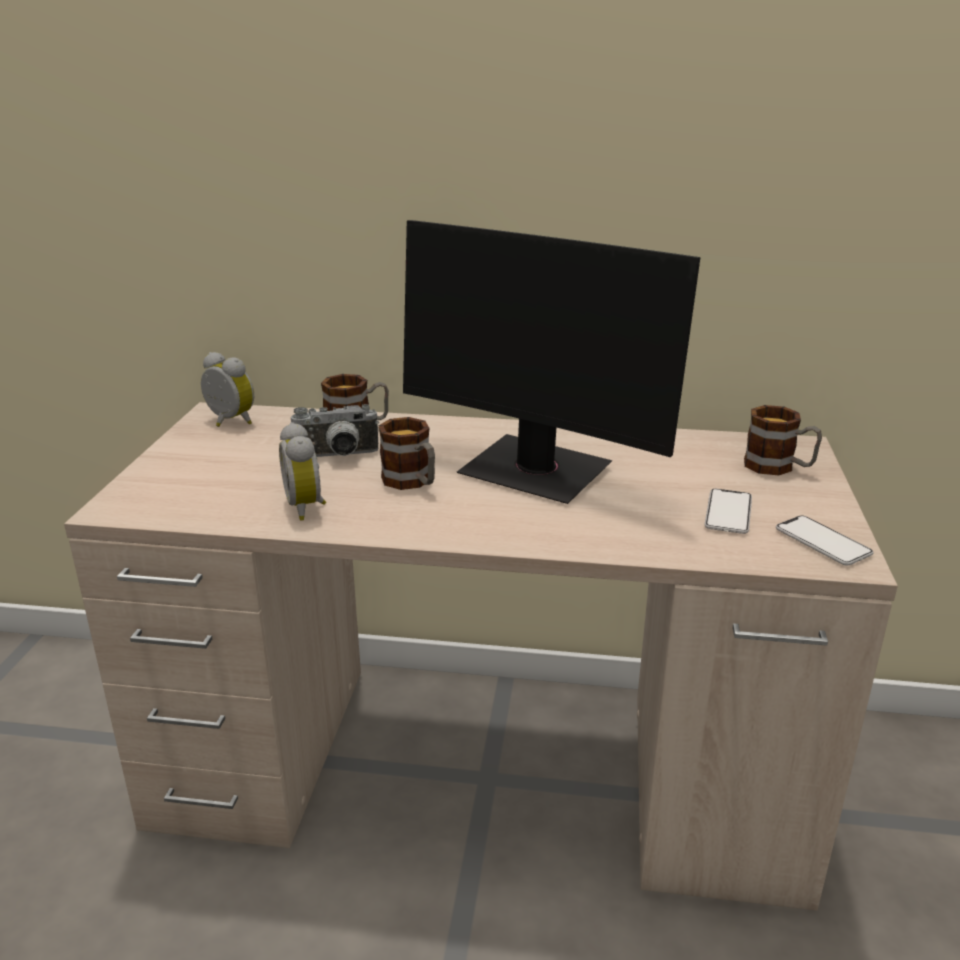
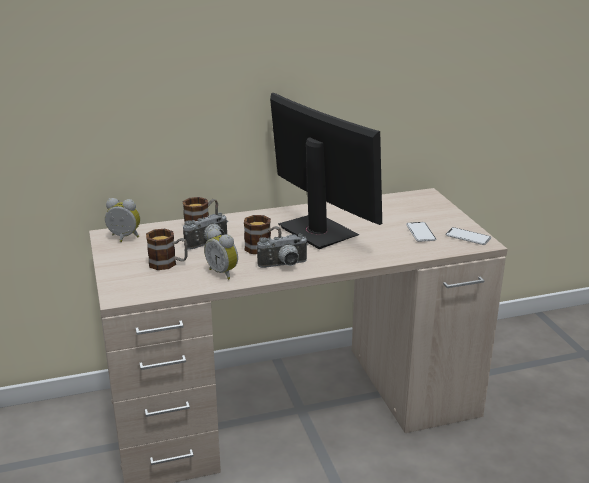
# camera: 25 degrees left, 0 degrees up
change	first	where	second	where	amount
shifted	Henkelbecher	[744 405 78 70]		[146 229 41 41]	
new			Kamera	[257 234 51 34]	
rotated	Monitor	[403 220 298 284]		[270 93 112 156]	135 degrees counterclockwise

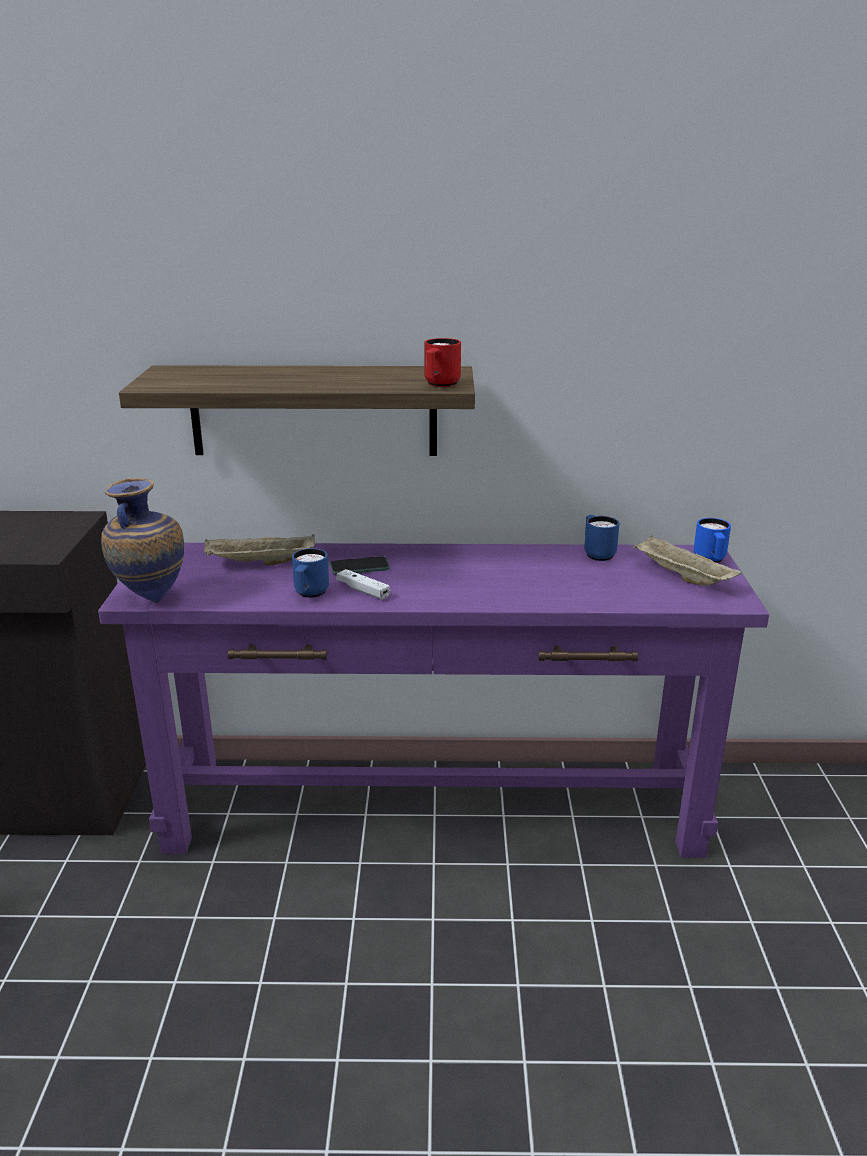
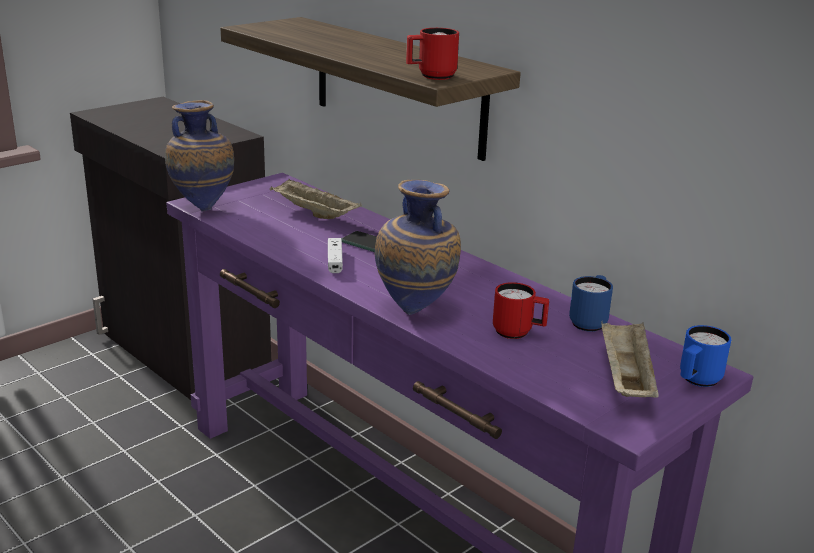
# camera: 45 degrees right, 0 degrees up
change	first	where	second	where	amount
new			Vase	[375 180 86 135]	
new			Henkelbecher [rot]	[493 282 56 57]	
gone	Henkelbecher [blau]	[292 548 37 50]			

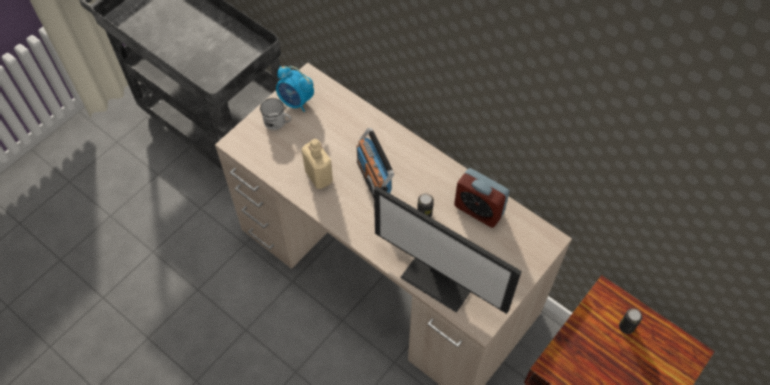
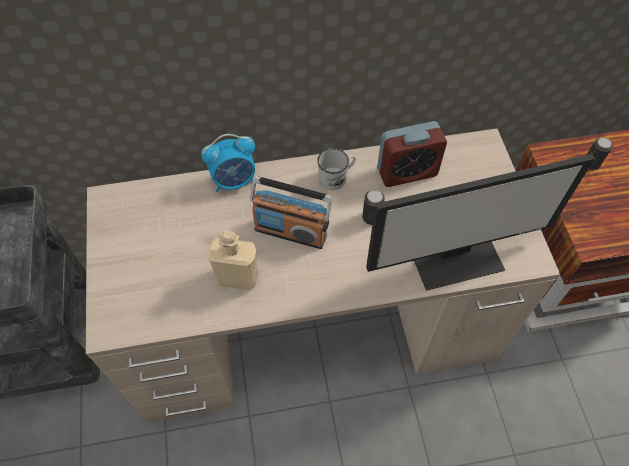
# camera: 50 degrees left, 0 degrees up
change	first	where	second	where	amount
shifted	Wecker	[276 66 38 46]		[201 134 54 58]	
shifted	Henkelbecher [weiß]	[260 98 31 32]		[317 148 39 42]	

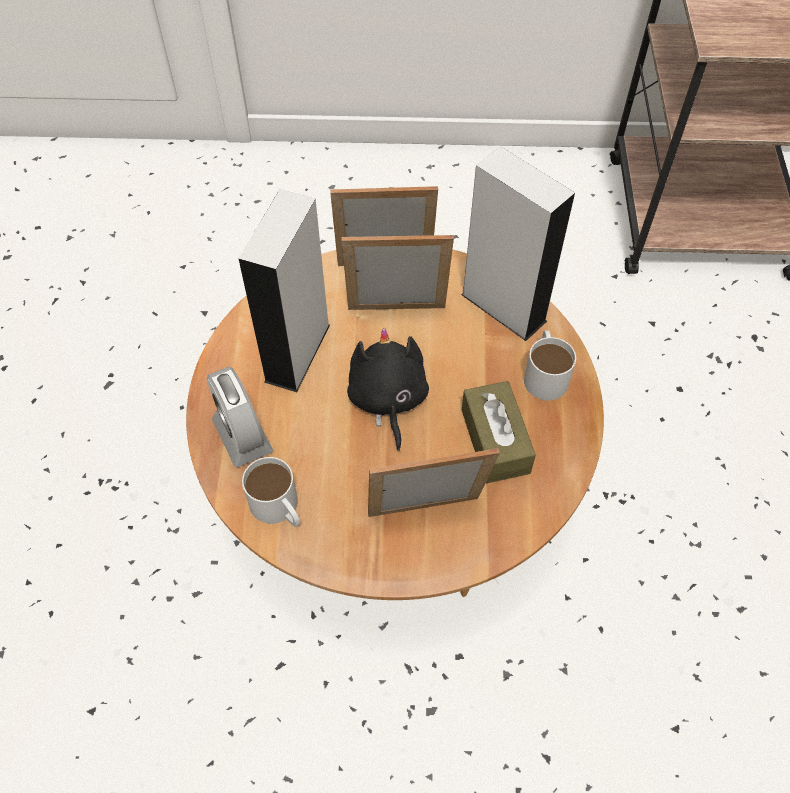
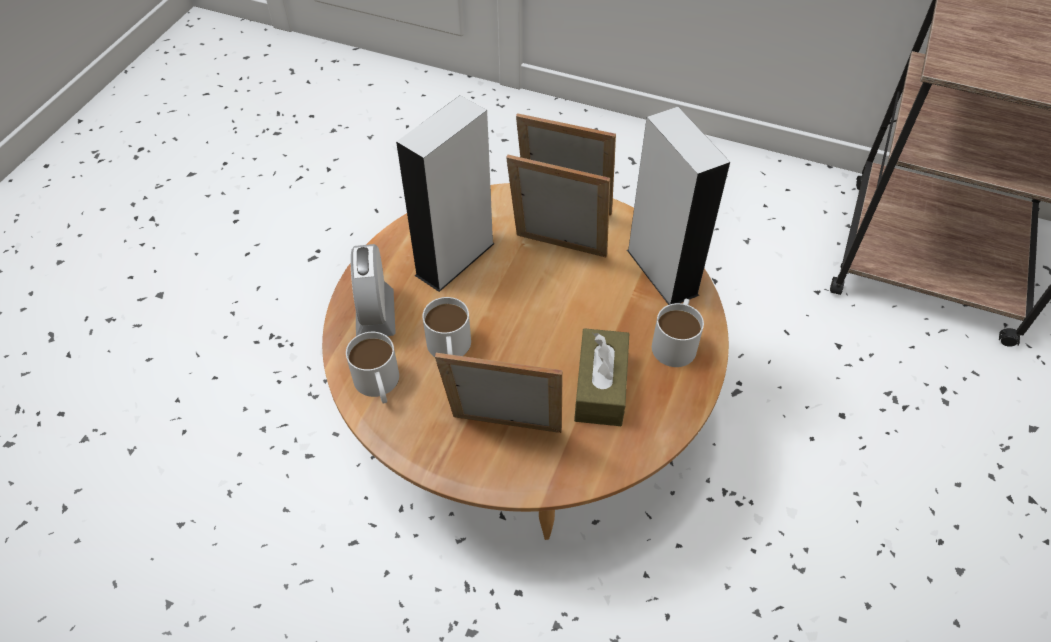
# camera: 20 degrees right, 5 degrees down
change	first	where	second	where	amount
new			Henkelbecher [weiß]	[422 297 49 60]	
gone	Plüschtier [schwarz]	[347 328 82 123]			

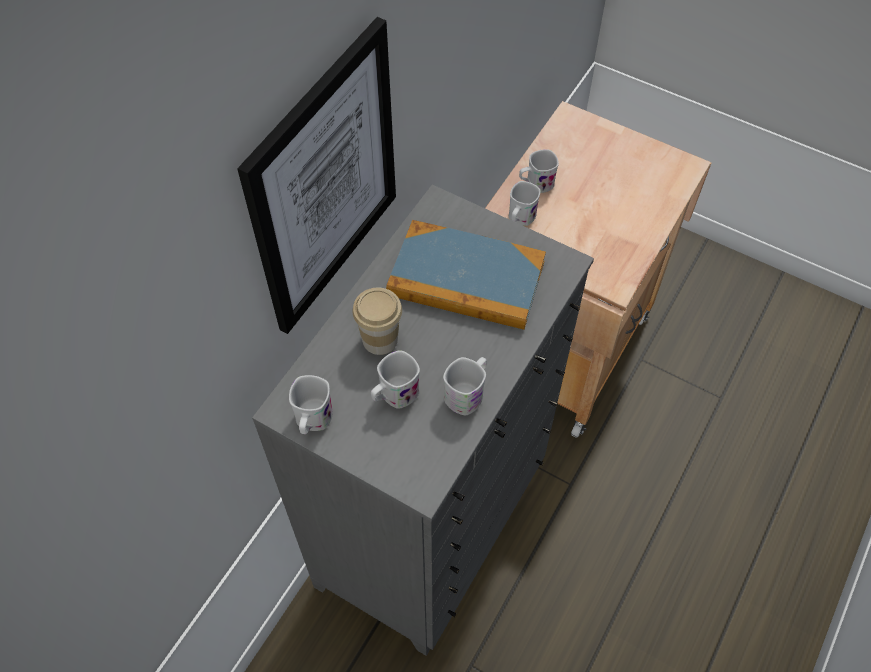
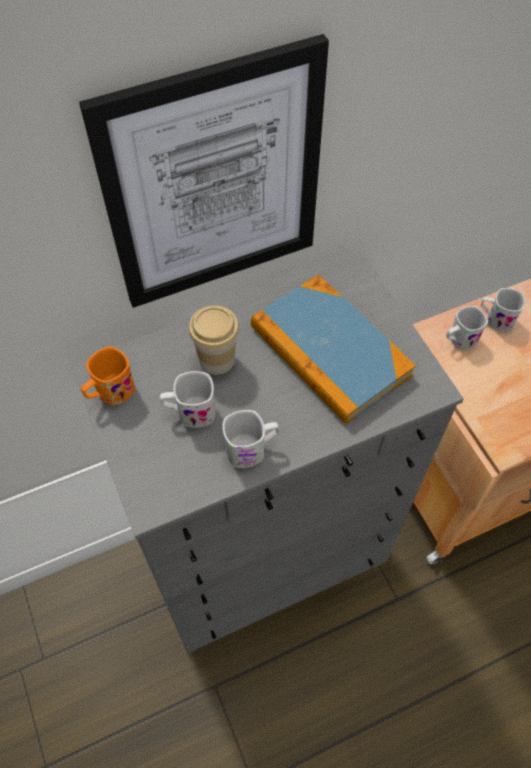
# camera: 35 degrees right, 0 degrees up
change	first	where	second	where	amount
repainted	Henkelbecher [weiß]	[289 375 44 59]	Henkelbecher [orange]	[81 346 54 60]	

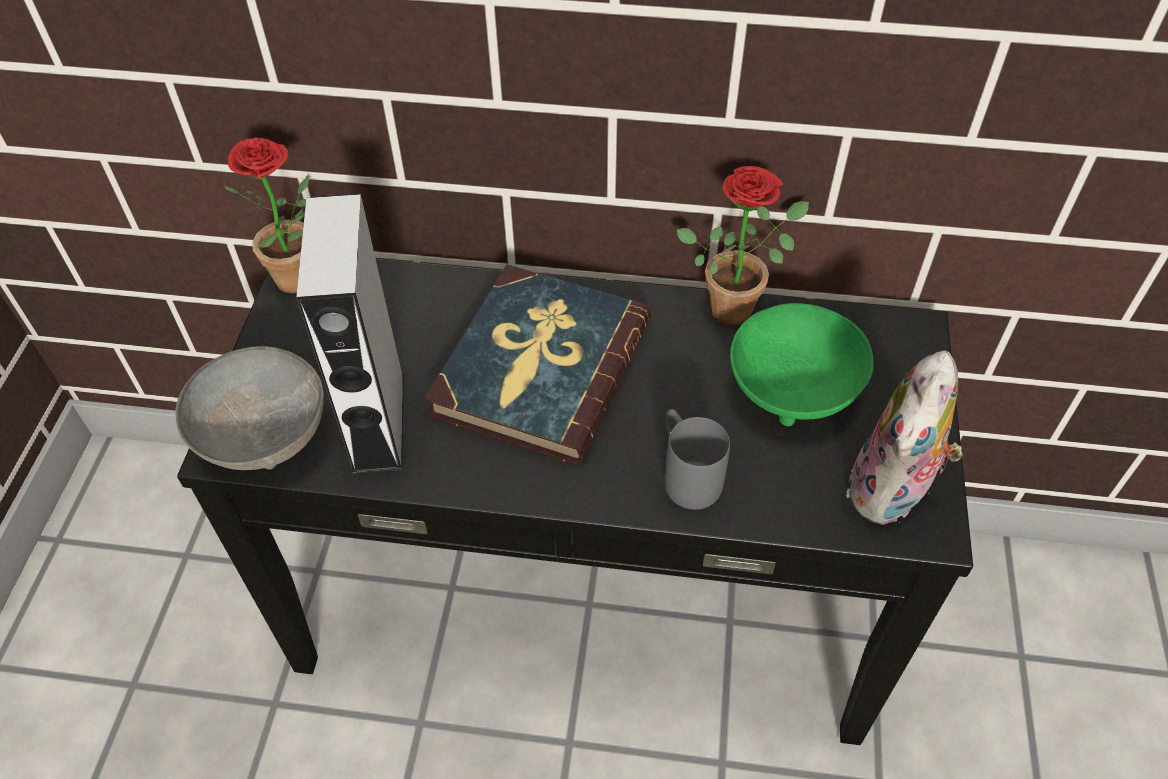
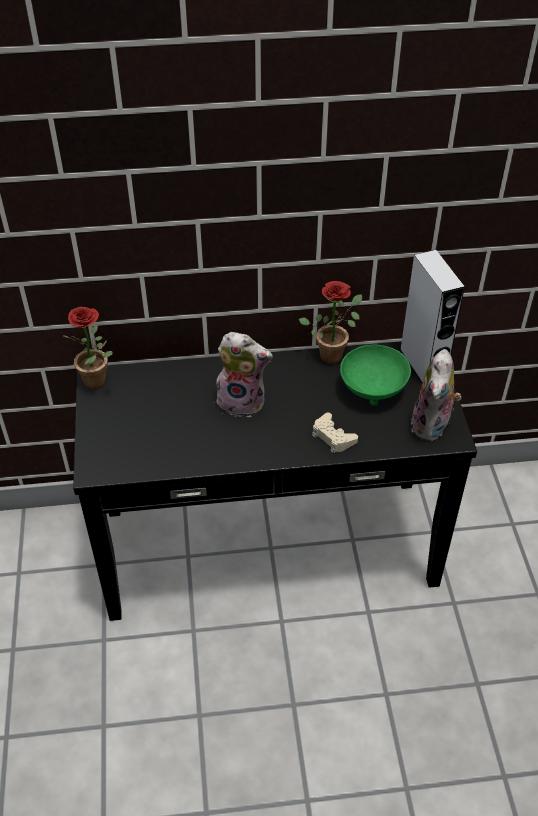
# camera: 15 degrees left, 5 degrees down
change	first	where	second	where	amount
swapped	Buch	[424 264 227 201]	Plüschtier	[216 332 57 85]	
swapped	Henkelbecher [grau]	[665 409 65 101]	Gamepad [beige]	[312 413 46 40]	
shifted	Lautsprecher [grau]	[296 194 108 280]		[400 250 65 133]	
gone	Schüssel [grau]	[175 346 149 124]			

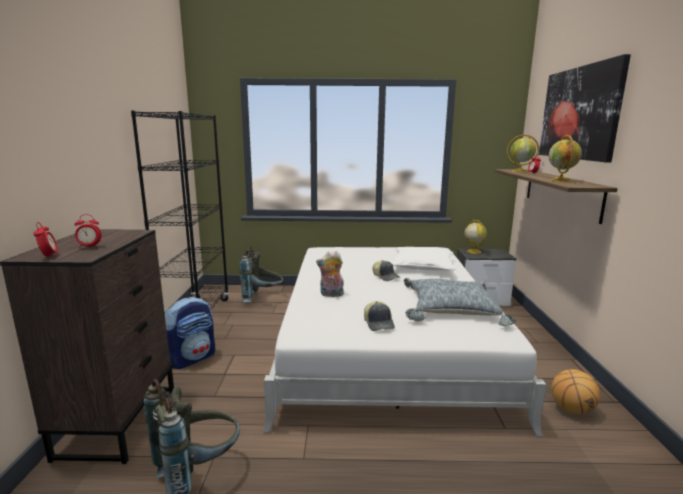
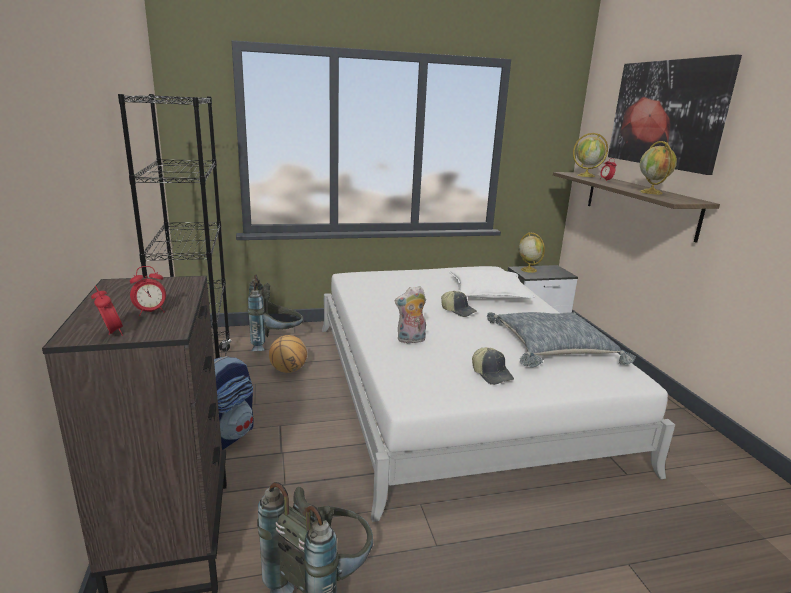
# camera: 15 degrees left, 5 degrees up
change	first	where	second	where	amount
shifted	Basketball	[551 369 49 45]		[269 335 38 38]	

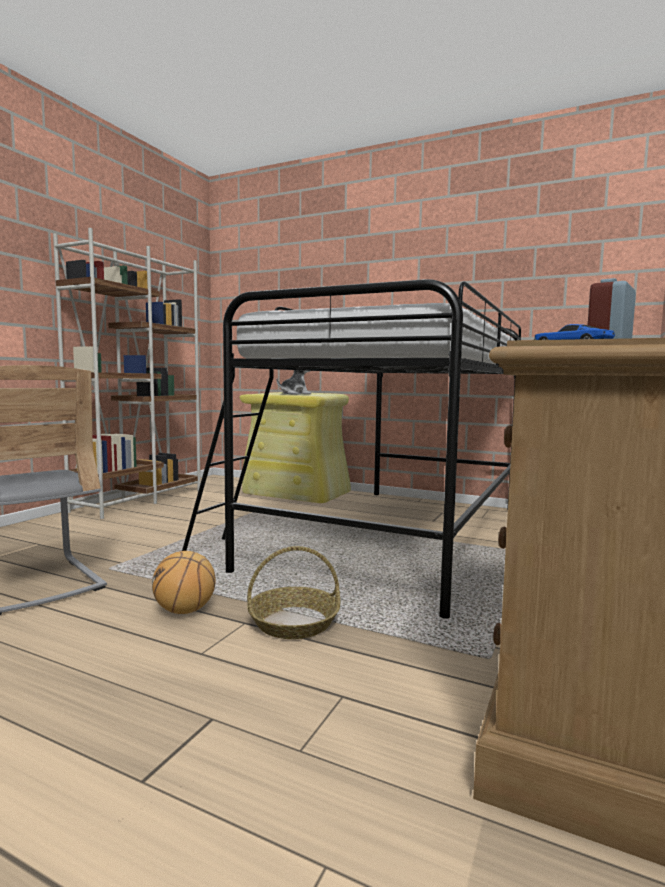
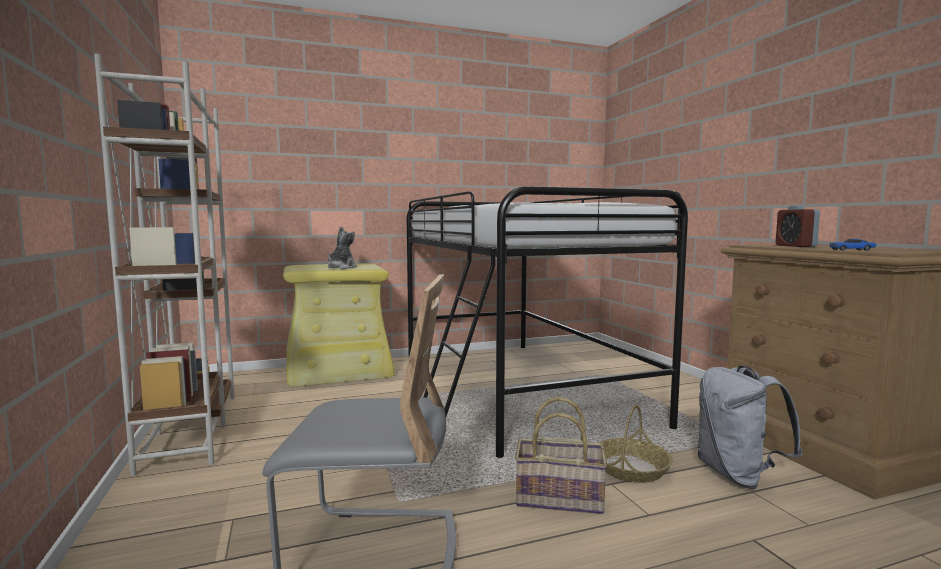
# camera: 45 degrees left, 0 degrees up
change	first	where	second	where	amount
swapped	Basketball	[152 551 64 63]	Korb	[515 397 92 117]	
new			Rucksack [grau]	[698 365 105 124]	

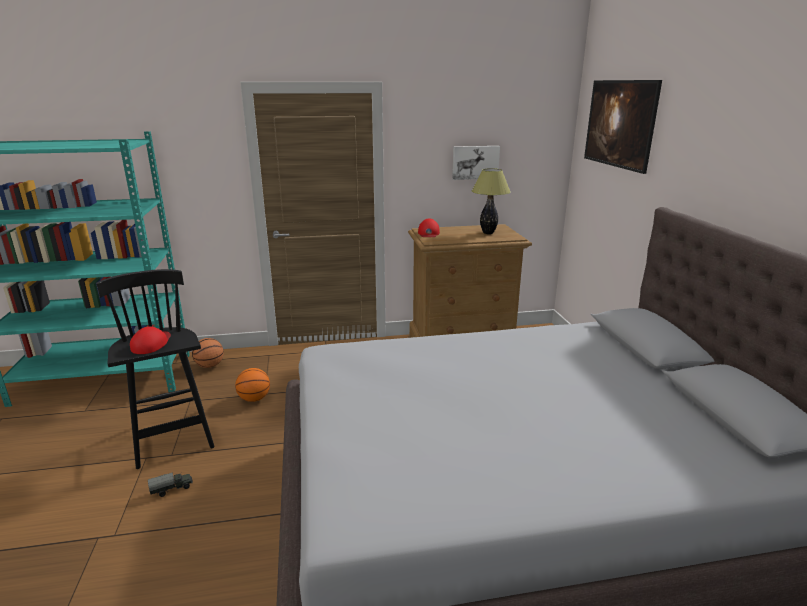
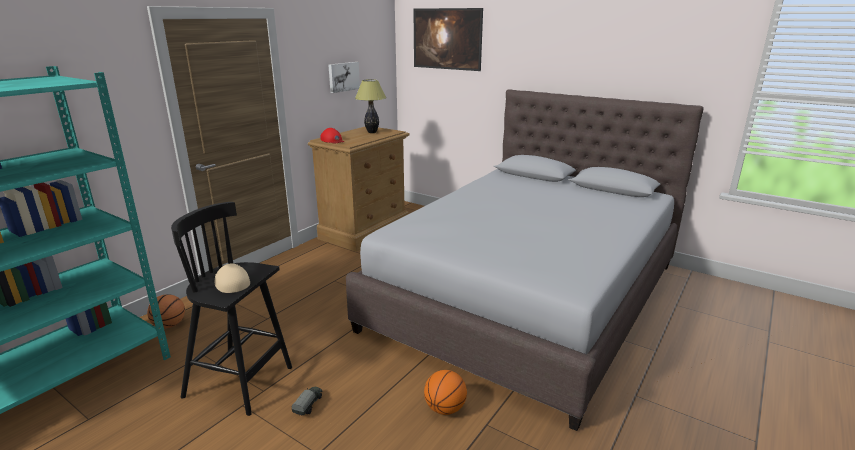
# camera: 45 degrees left, 0 degrees up
change	first	where	second	where	amount
repainted	Kappe [rot]	[130 326 41 28]	Kappe [beige]	[215 263 35 30]	
shifted	Basketball	[235 368 35 34]		[424 370 43 45]	

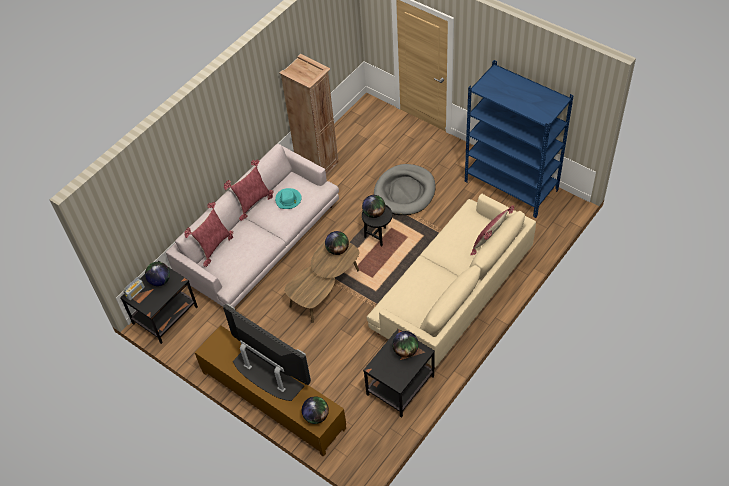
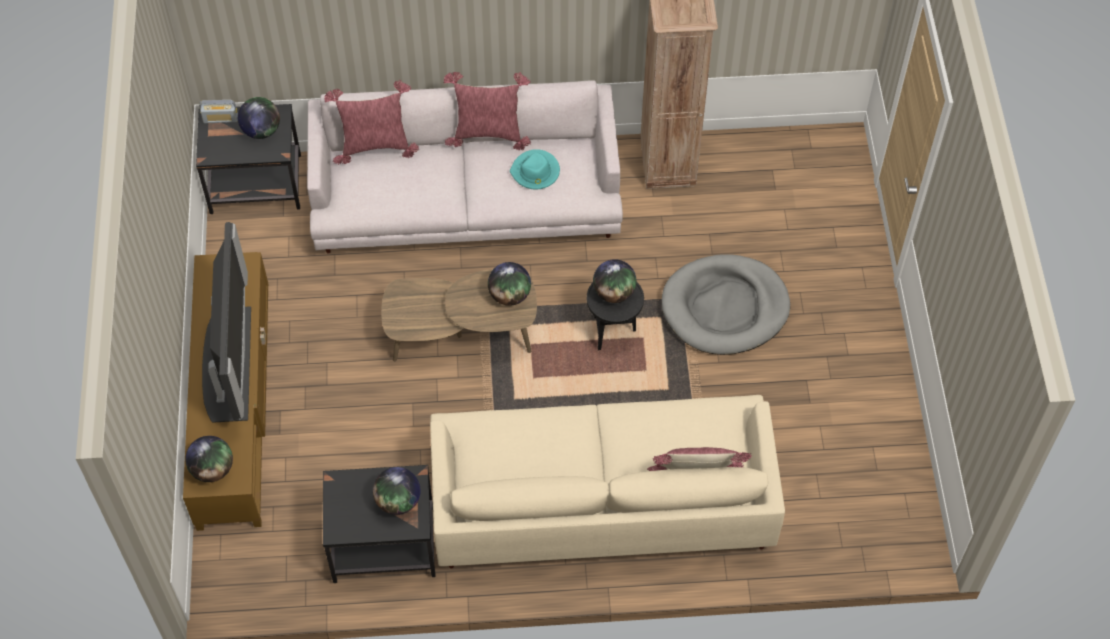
# camera: 45 degrees right, 5 degrees up
change	first	where	second	where	amount
gone	Bücherregal [blau]	[465 60 109 158]			

